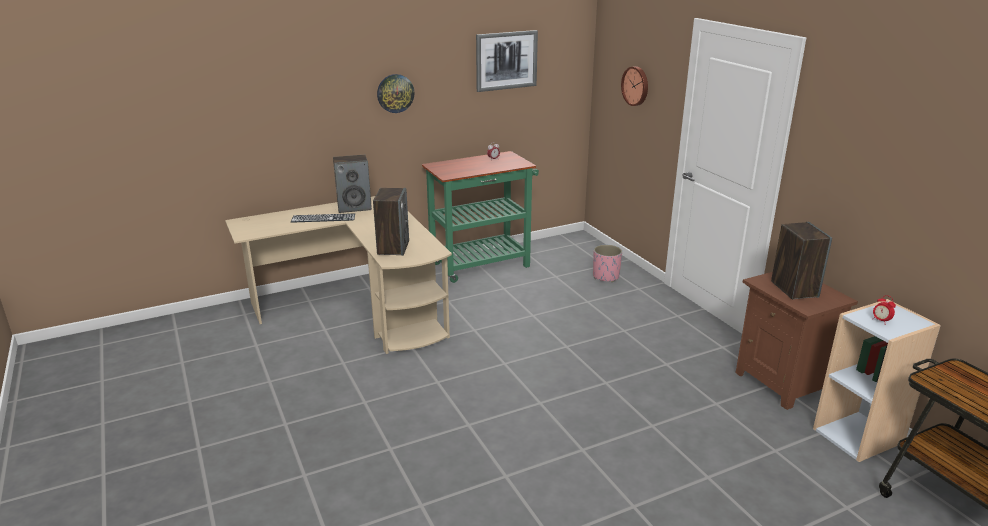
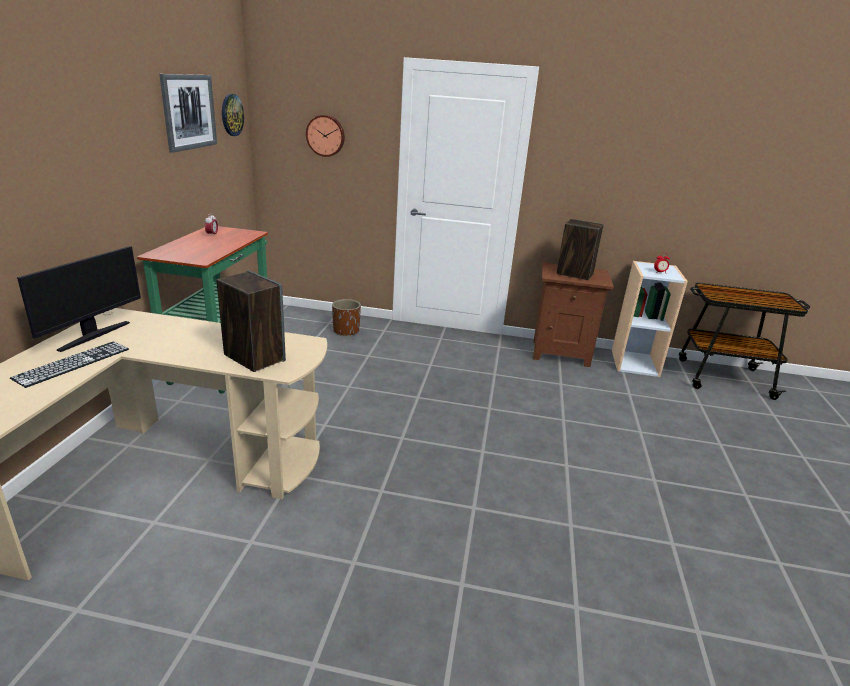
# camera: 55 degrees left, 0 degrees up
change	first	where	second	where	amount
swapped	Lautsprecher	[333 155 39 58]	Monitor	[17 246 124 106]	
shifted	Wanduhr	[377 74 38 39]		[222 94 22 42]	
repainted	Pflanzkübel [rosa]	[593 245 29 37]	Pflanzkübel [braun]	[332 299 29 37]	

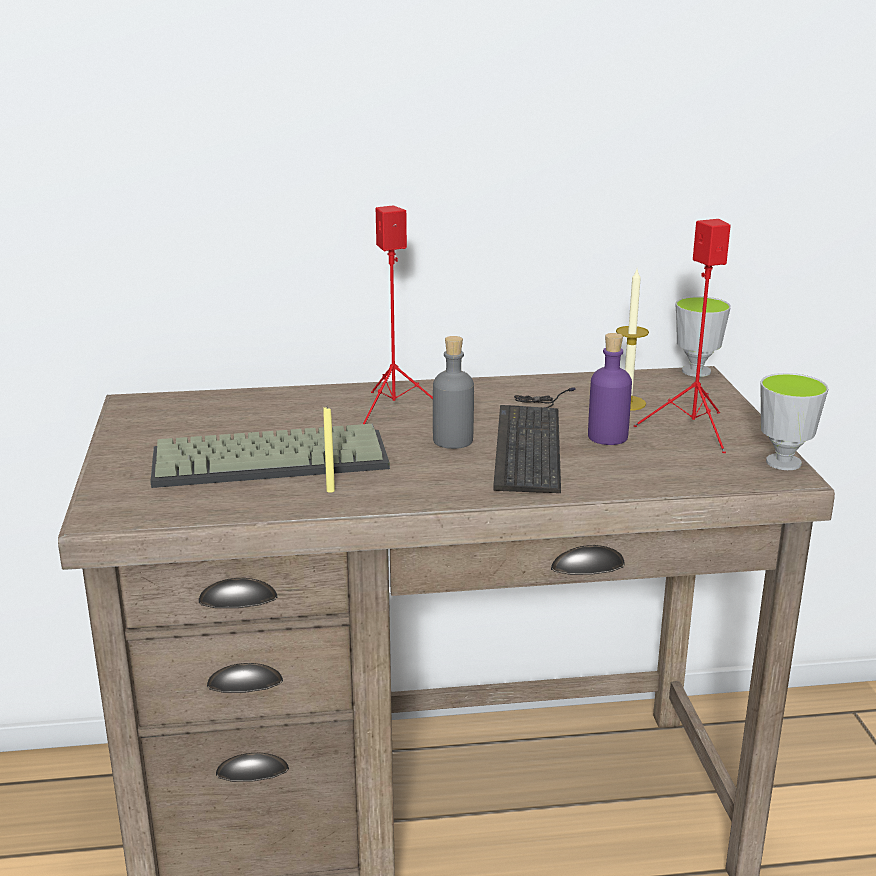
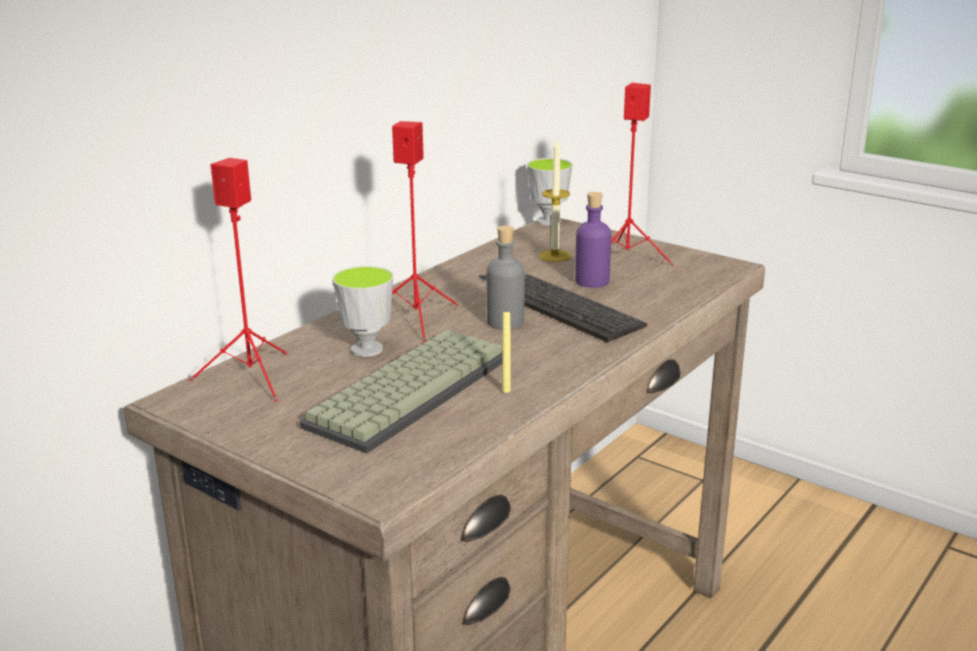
# camera: 45 degrees left, 0 degrees up
change	first	where	second	where	amount
new			Lautsprecher [rot]	[190 158 98 244]	
shifted	Tasse	[761 373 67 97]		[332 266 61 91]	

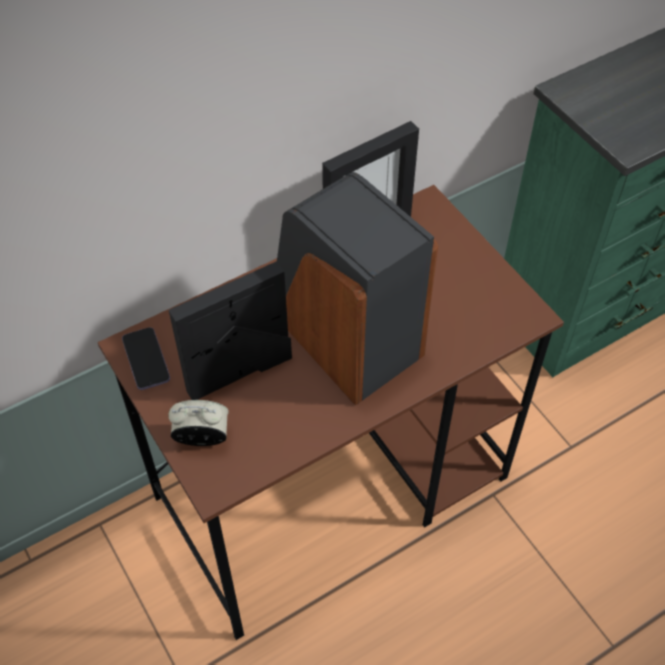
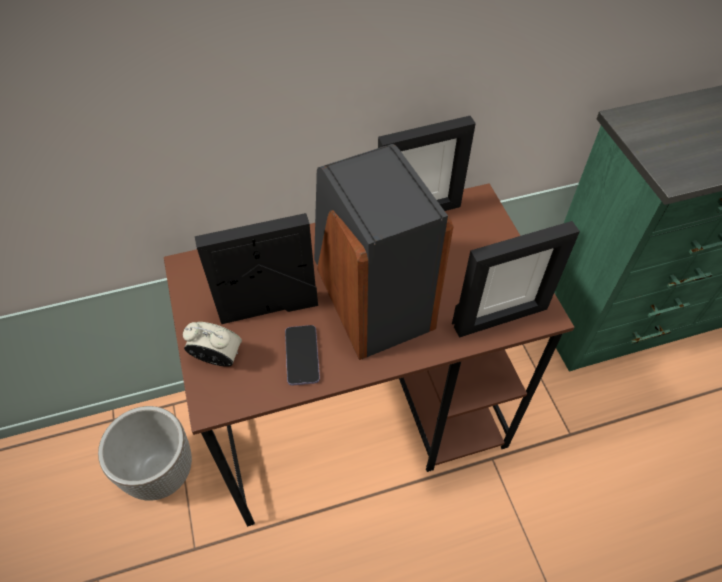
# camera: 15 degrees right, 0 degrees up
change	first	where	second	where	amount
new			Pflanzkübel	[98 406 94 95]	
shifted	Handy	[122 327 48 63]		[285 325 35 61]	
new			Bilderrahmen	[452 221 128 117]	

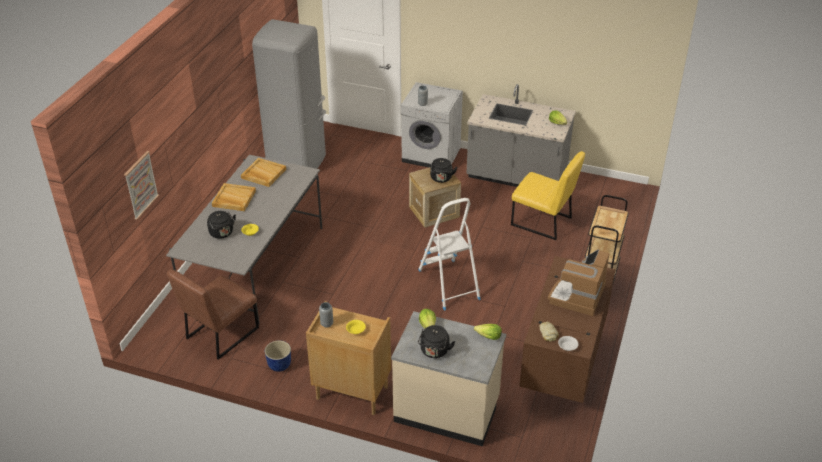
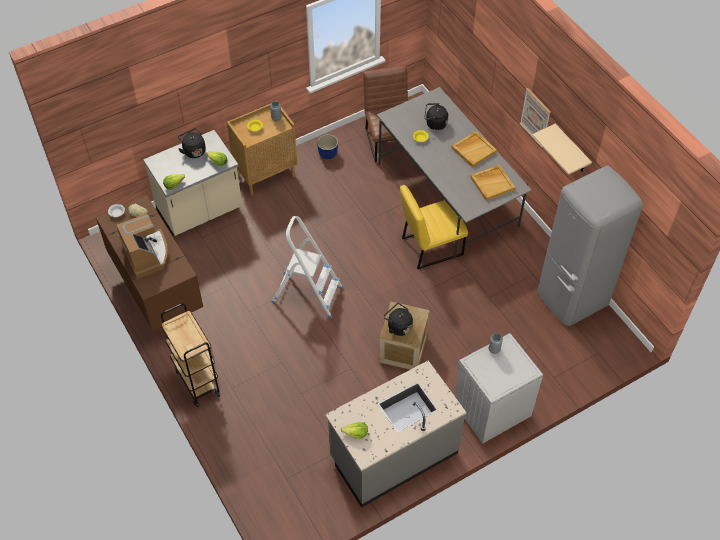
# camera: 130 degrees right, 15 degrees up
change	first	where	second	where	amount
shifted	Stuhl [gelb]	[511 151 74 89]		[400 185 68 84]	
shifted	Bild	[124 151 35 69]		[520 88 31 60]	
new			Wandregal [beige]	[532 124 60 51]	

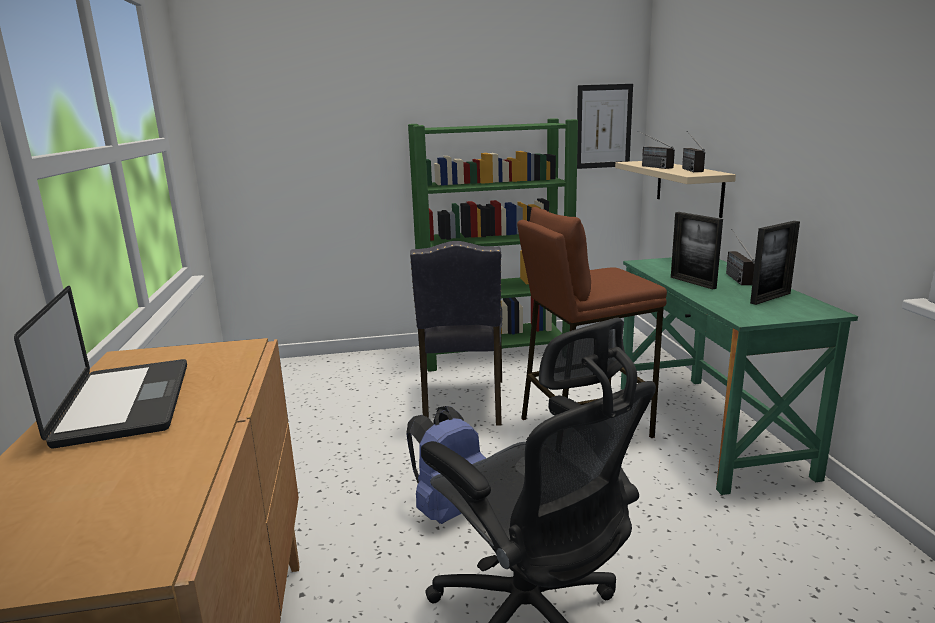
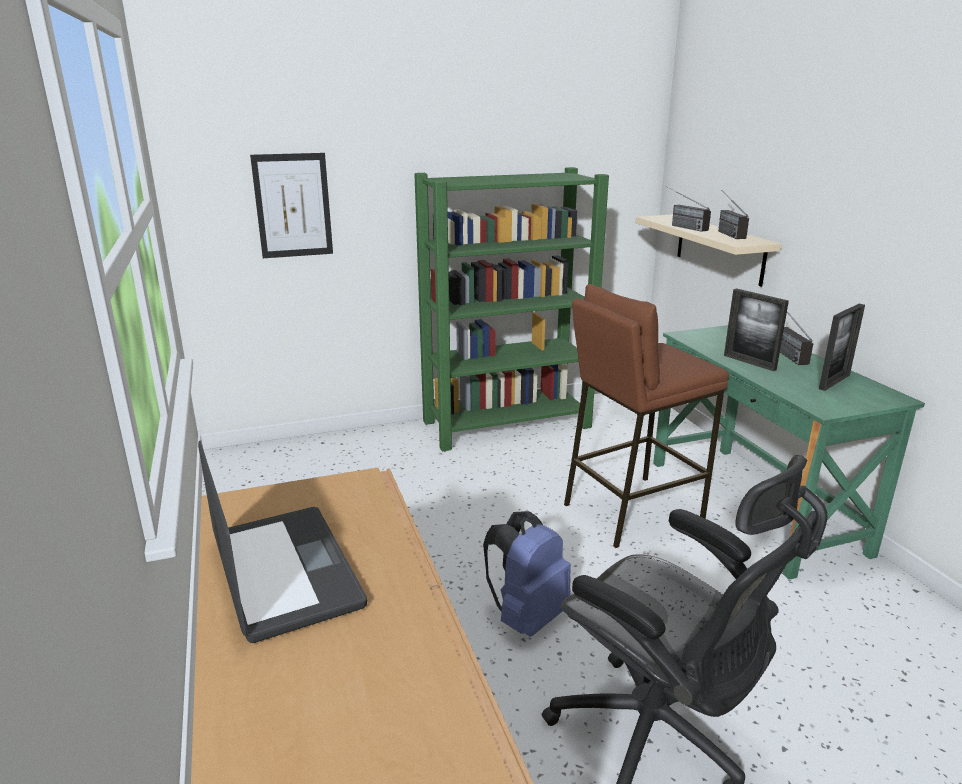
# camera: 10 degrees left, 5 degrees up
change	first	where	second	where	amount
shifted	Bild	[577 84 56 85]		[250 153 83 105]	
gone	Stuhl [grau]	[410 241 92 185]			

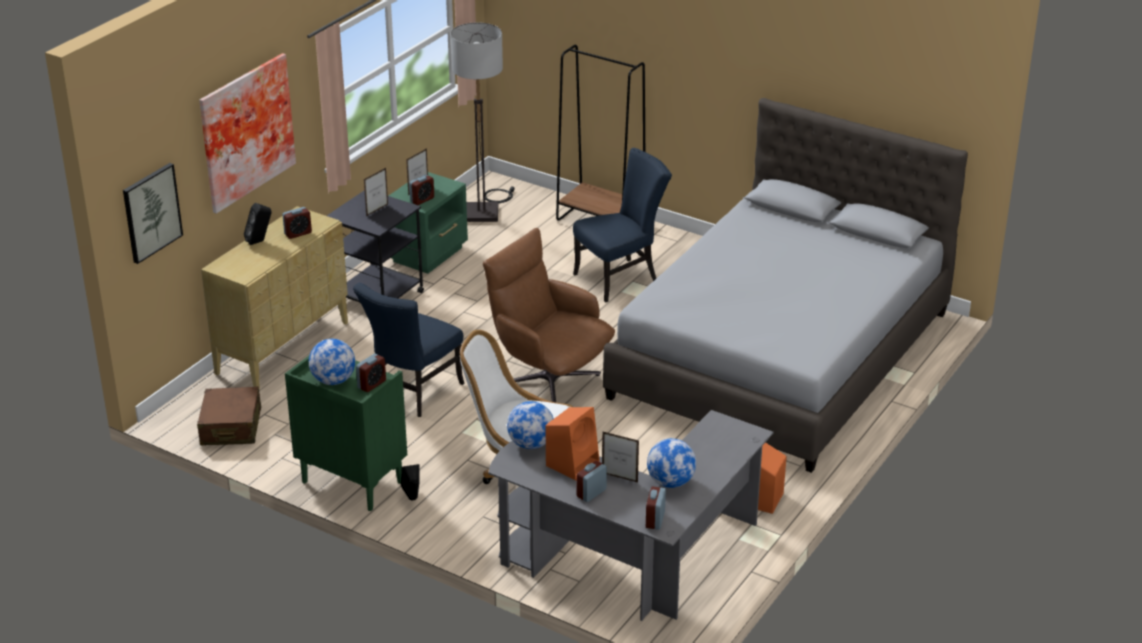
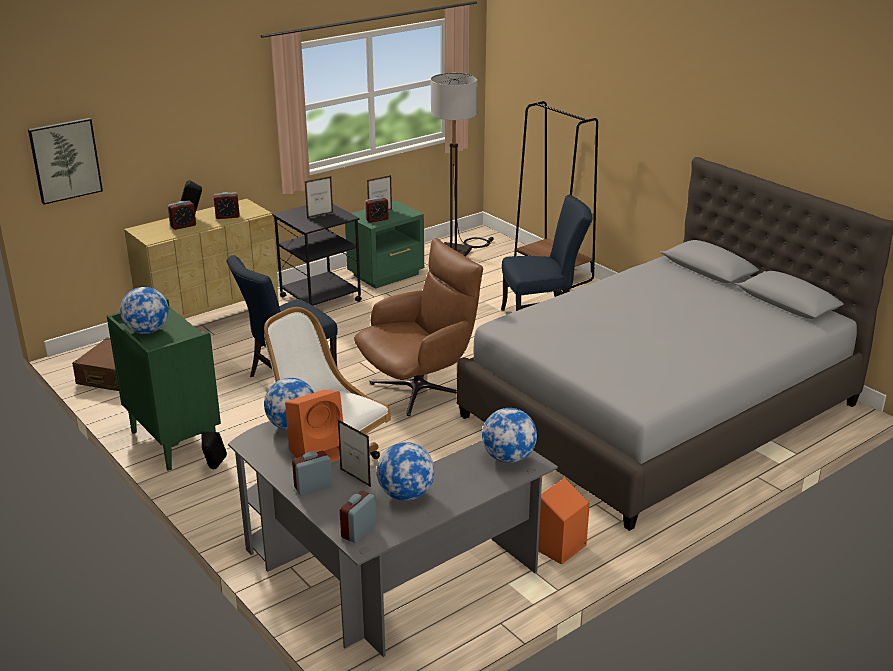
# camera: 20 degrees right, 5 degrees down
change	first	where	second	where	amount
shifted	Wecker	[356 354 30 38]		[168 200 28 30]	
rotated	Sessel [braun]	[483 228 132 174]		[354 238 129 178]	90 degrees clockwise
new			Globus	[482 408 55 55]	
gone	Bild	[199 53 97 161]			

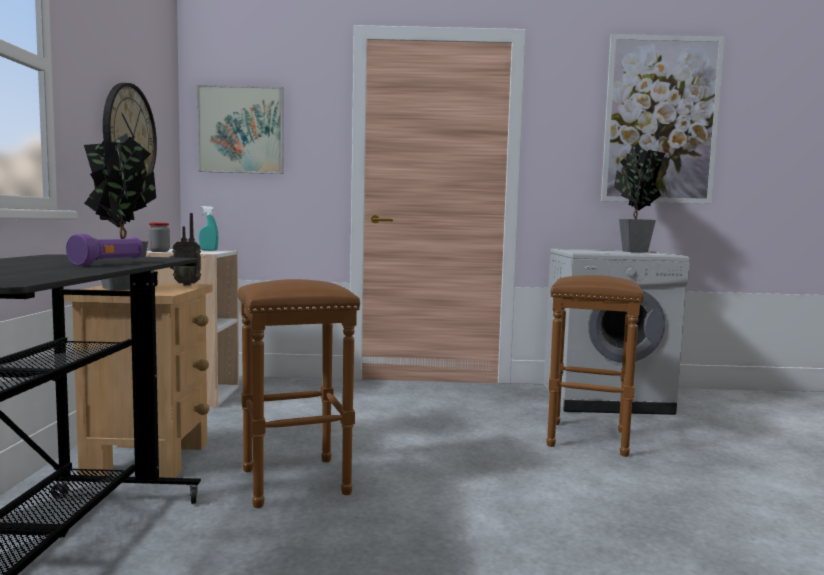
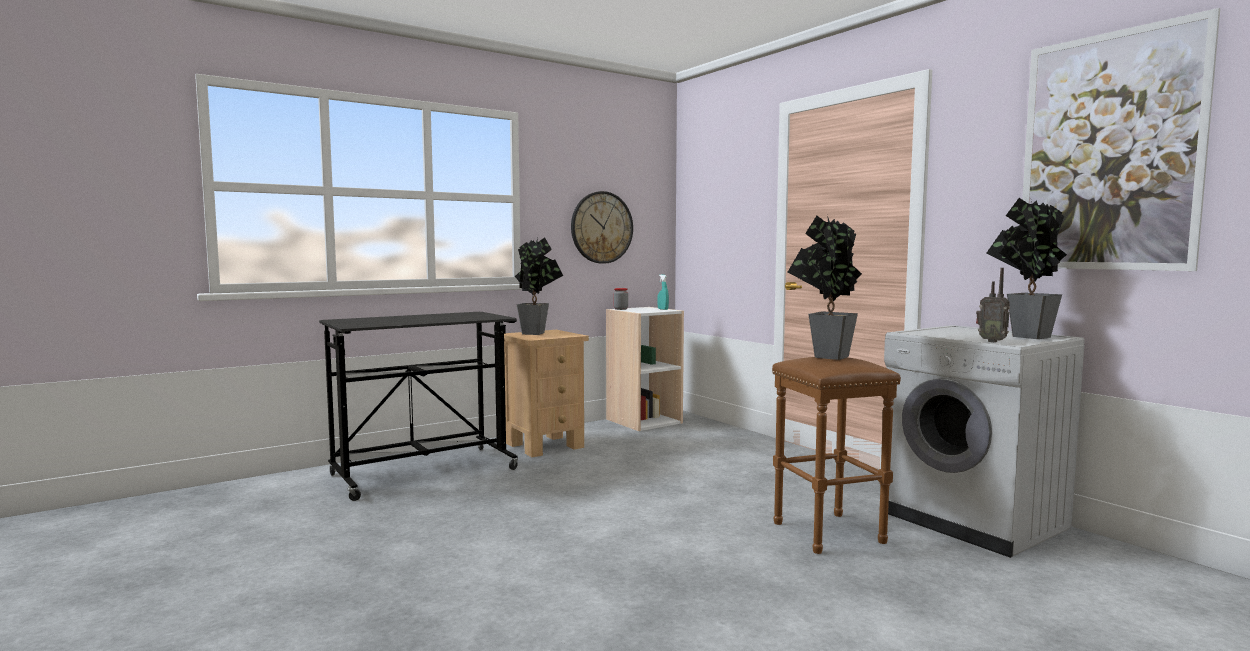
# camera: 55 degrees right, 0 degrees up
change	first	where	second	where	amount
new			Topfpflanze	[788 216 74 144]	
shifted	Radio	[170 213 31 73]		[976 268 34 74]	
gone	Taschenlampe [lila]	[66 234 77 32]			
gone	Bild	[197 85 87 89]			
gone	Hocker [braun]	[238 279 122 229]			

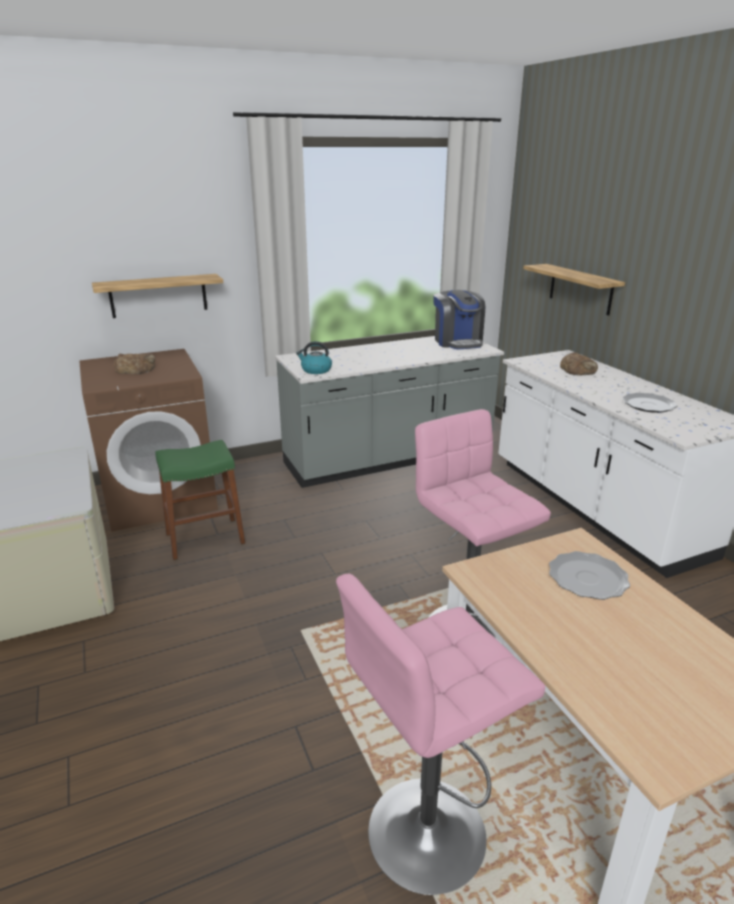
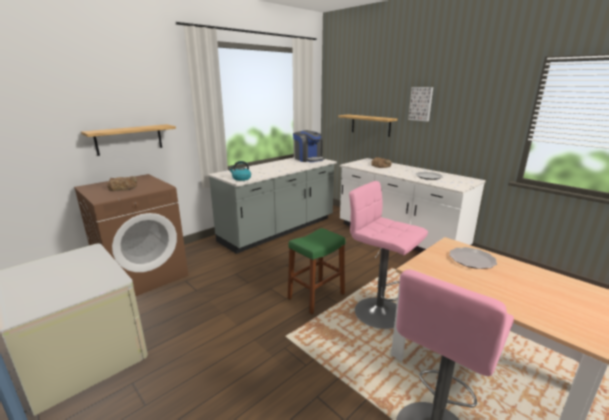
# camera: 20 degrees left, 5 degrees down
change	first	where	second	where	amount
shifted	Hocker [grün]	[155 440 90 120]		[288 228 58 86]	
new			Bild	[408 87 25 35]	

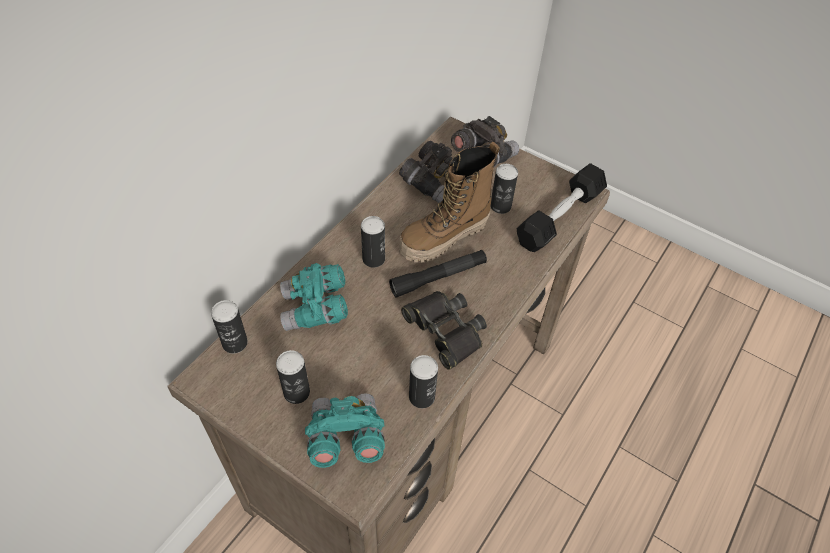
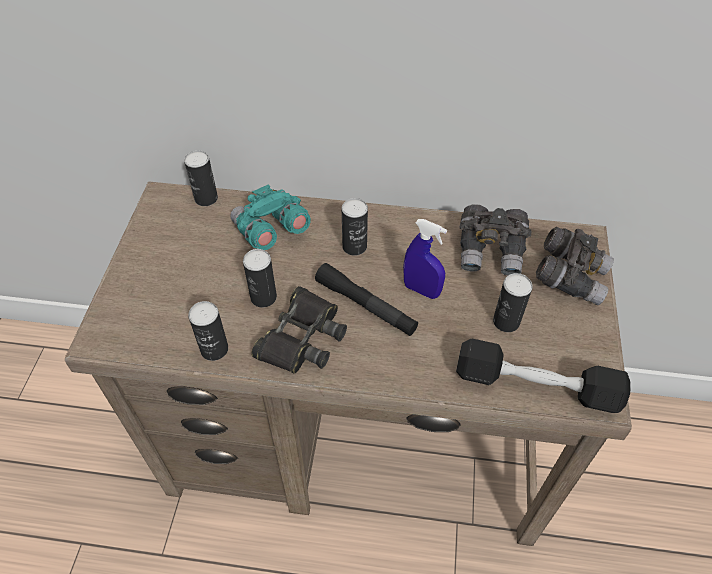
# camera: 65 degrees right, 0 degrees up
change	first	where	second	where	amount
shifted	Dose	[276 350 34 54]		[243 249 34 58]	
swapped	Stiefel	[399 142 101 121]	Sprühflasche [blau]	[403 219 44 80]	
gone	Fernglas [türkis]	[305 393 80 75]			

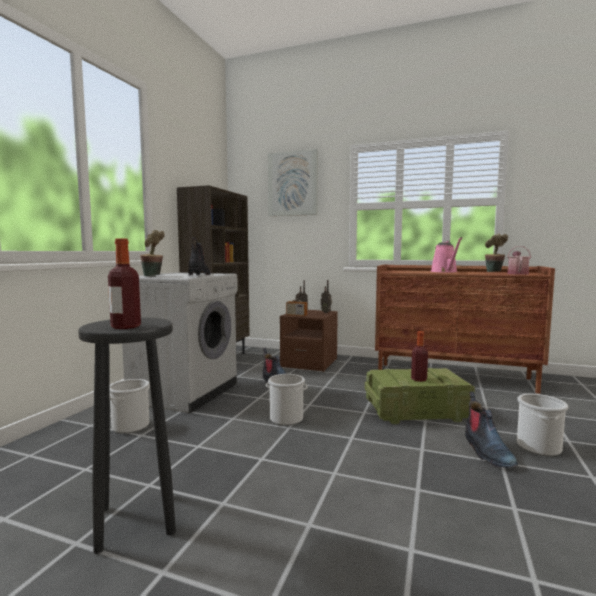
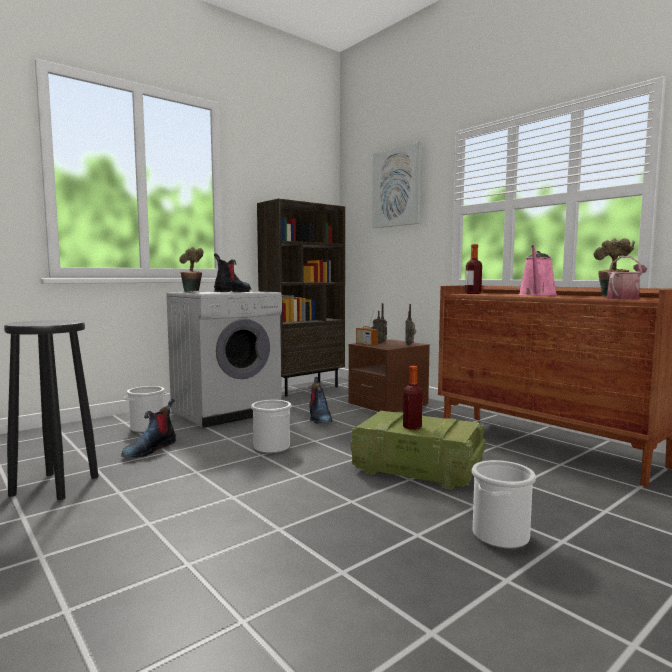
# camera: 30 degrees right, 0 degrees up
change	first	where	second	where	amount
shifted	Stiefel	[465 392 53 76]		[121 399 55 59]	
shifted	Flasche	[108 238 33 91]		[465 244 17 50]	

